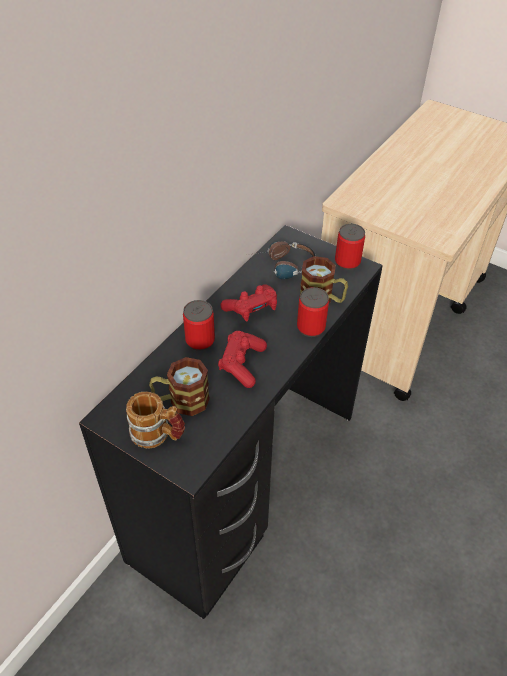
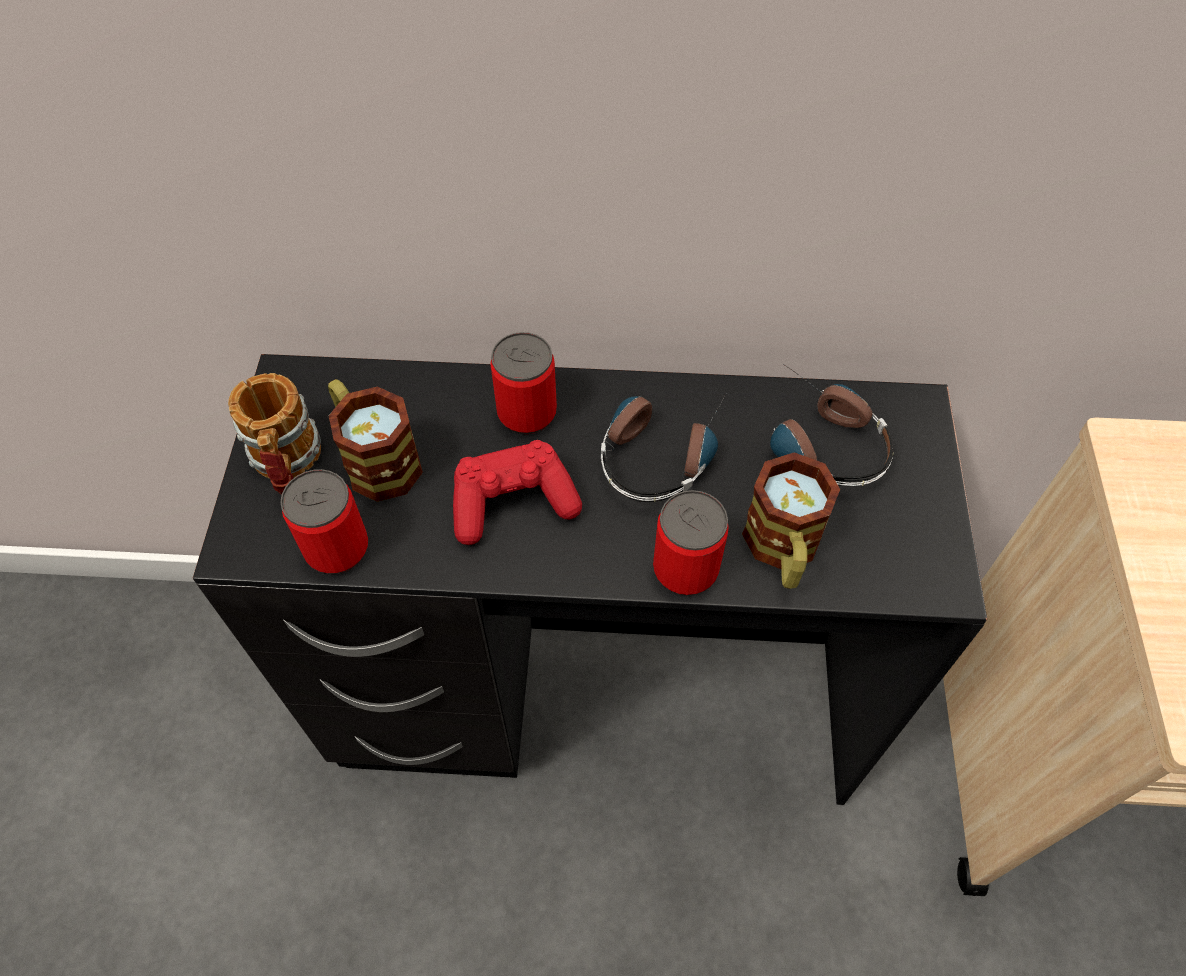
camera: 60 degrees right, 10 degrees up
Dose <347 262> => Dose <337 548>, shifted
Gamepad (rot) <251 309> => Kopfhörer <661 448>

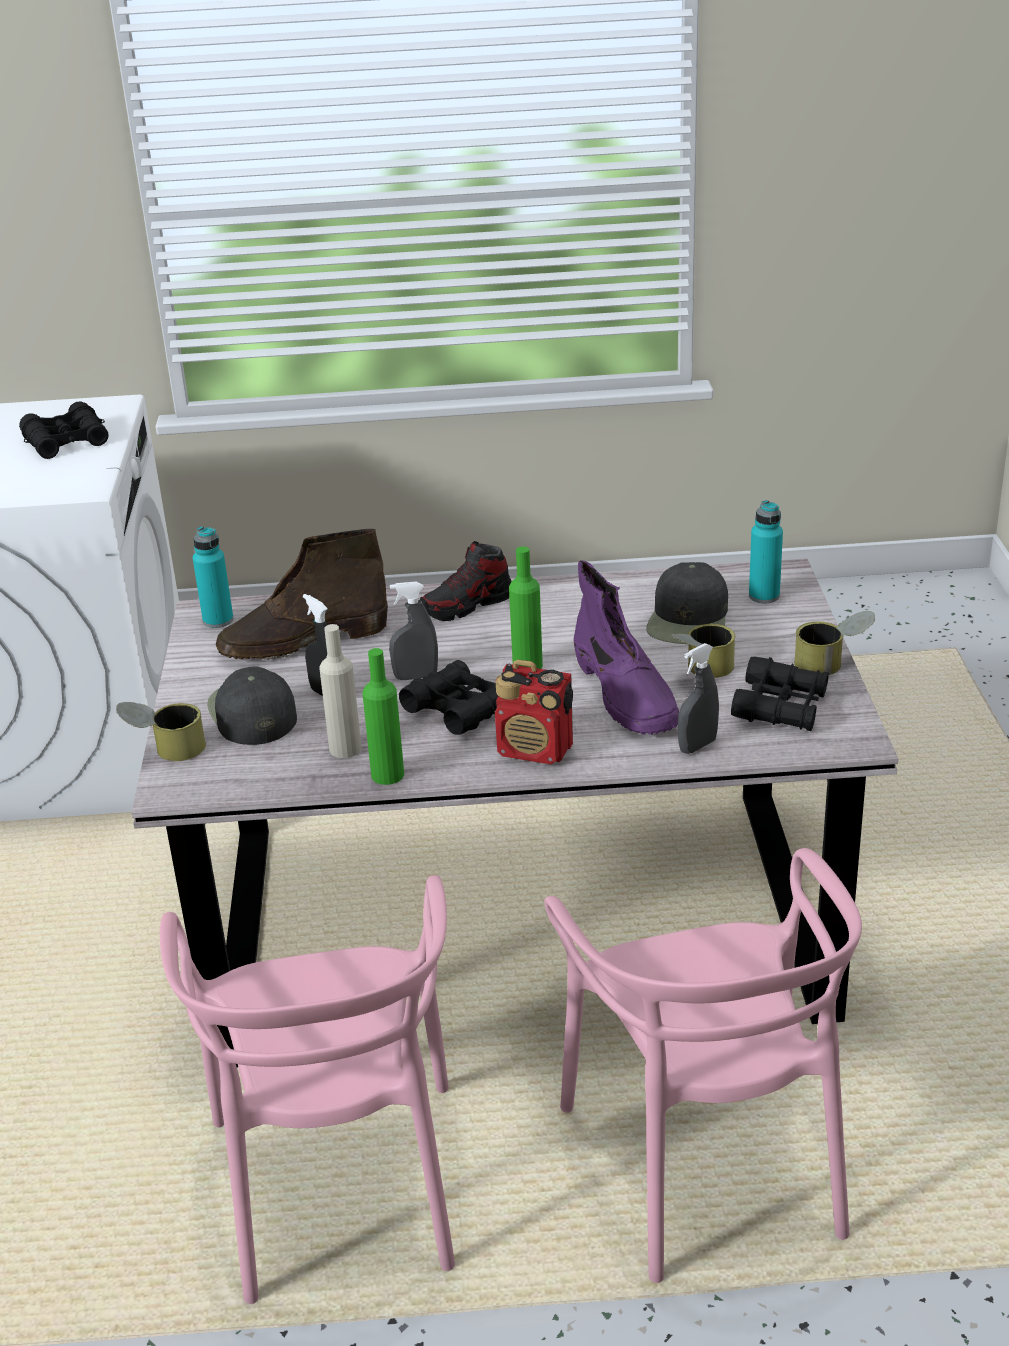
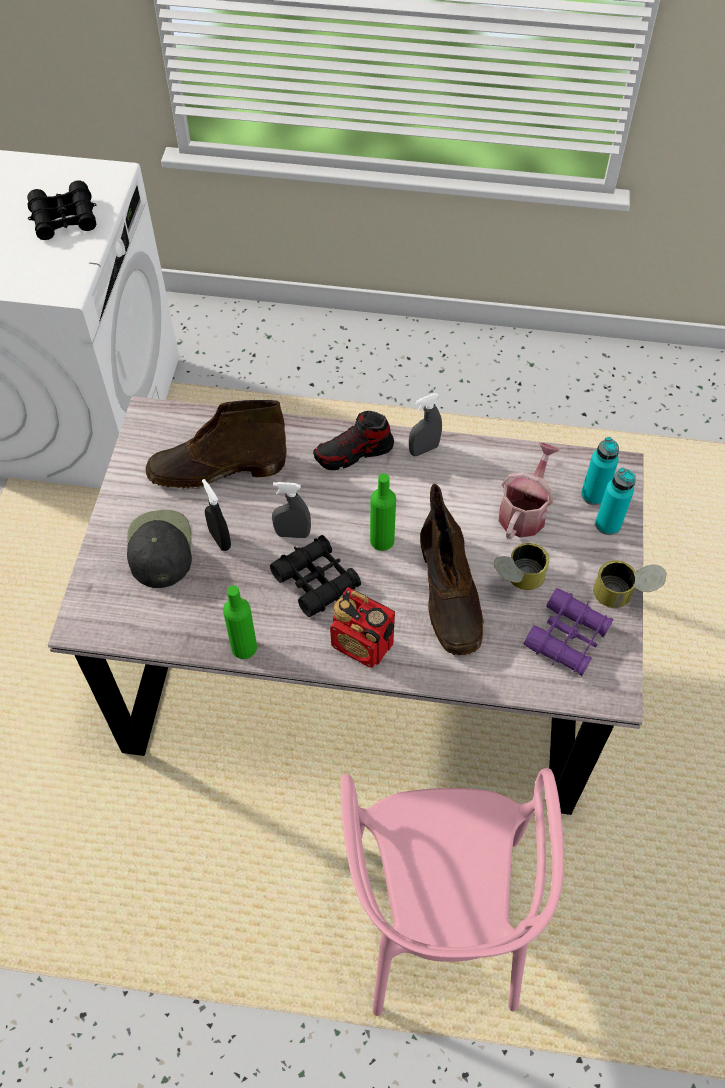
camera: 10 degrees right, 25 degrees up
Sprühflasche (grau) <697 746> => Sprühflasche (grau) <424 449>, shifted
Stiefel (lila) <626 695> => Stiefel (braun) <450 594>
Kappe (schwarz) <689 619> => Gießkanne <524 511>
Fernglas (schwarz) <780 706> => Fernglas (lila) <567 637>
Flasche (türkis) <218 620> => Flasche (türkis) <608 524>, shifted
Dose <166 750> => nothing
Stuhl (rosa) <340 1184> => nothing
Flasche (beige) <345 748> => nothing

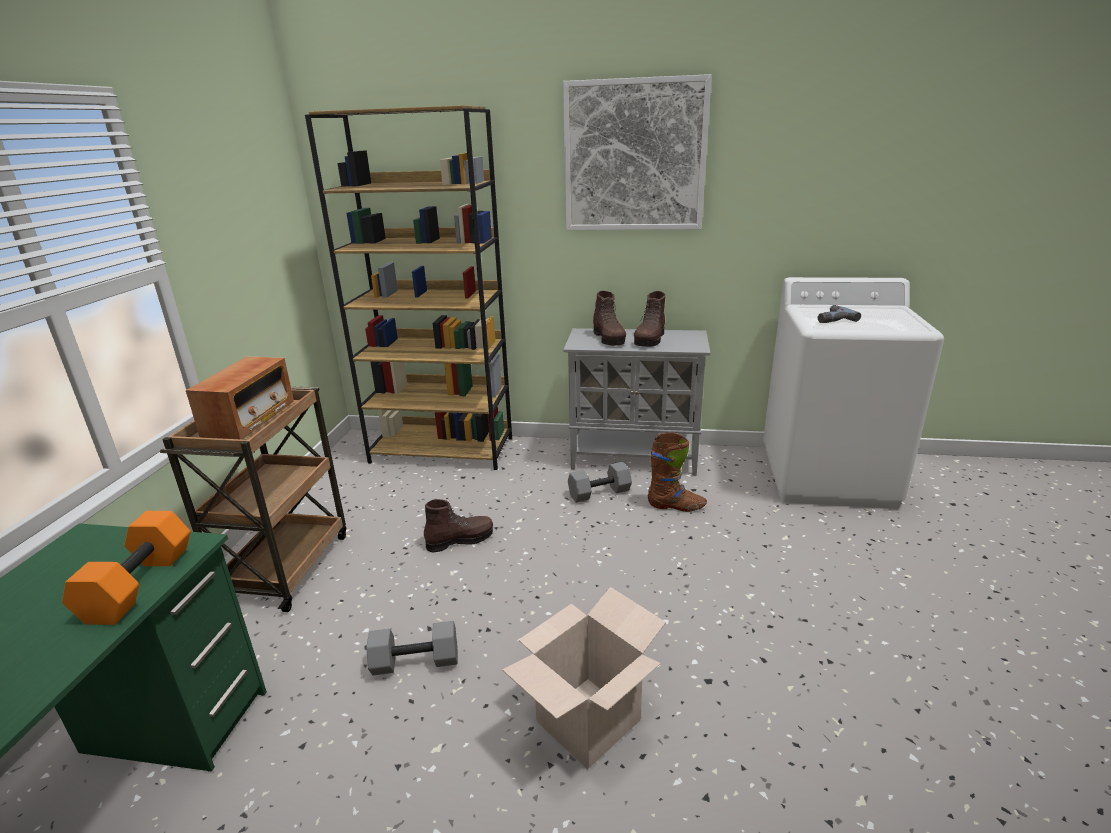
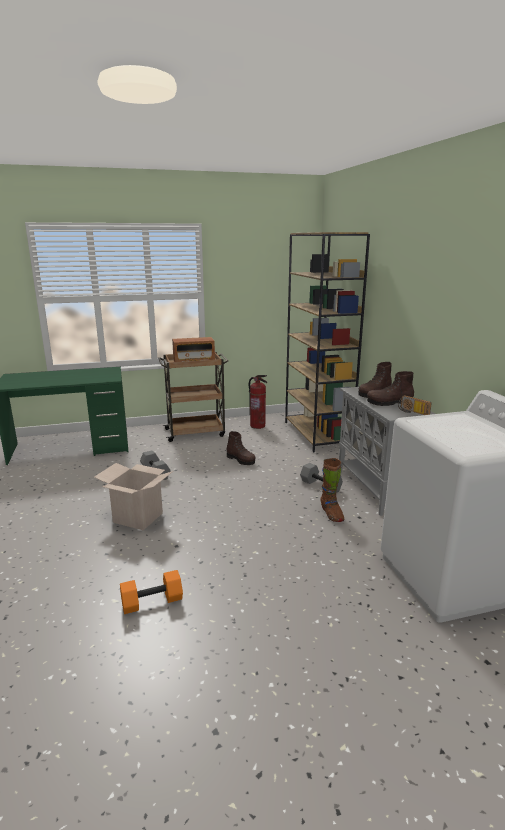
camera: 65 degrees right, 5 degrees down
Hantel (orange) <140 585> => Hantel (orange) <151 602>, shifted
nothing => Feuerlöscher <257 426>
nothing => Radio <412 412>
Bild <634 156> => nothing
Bohrmaschine <831 319> => nothing

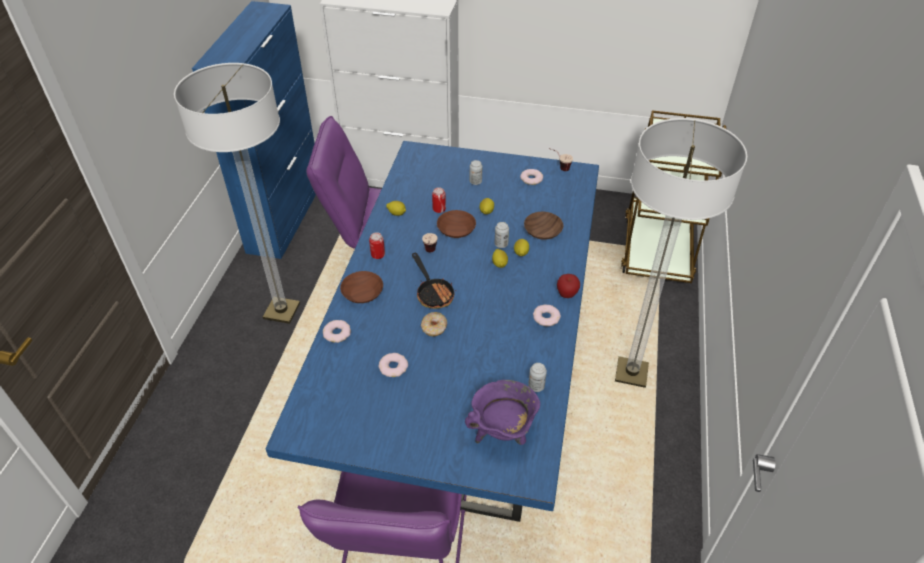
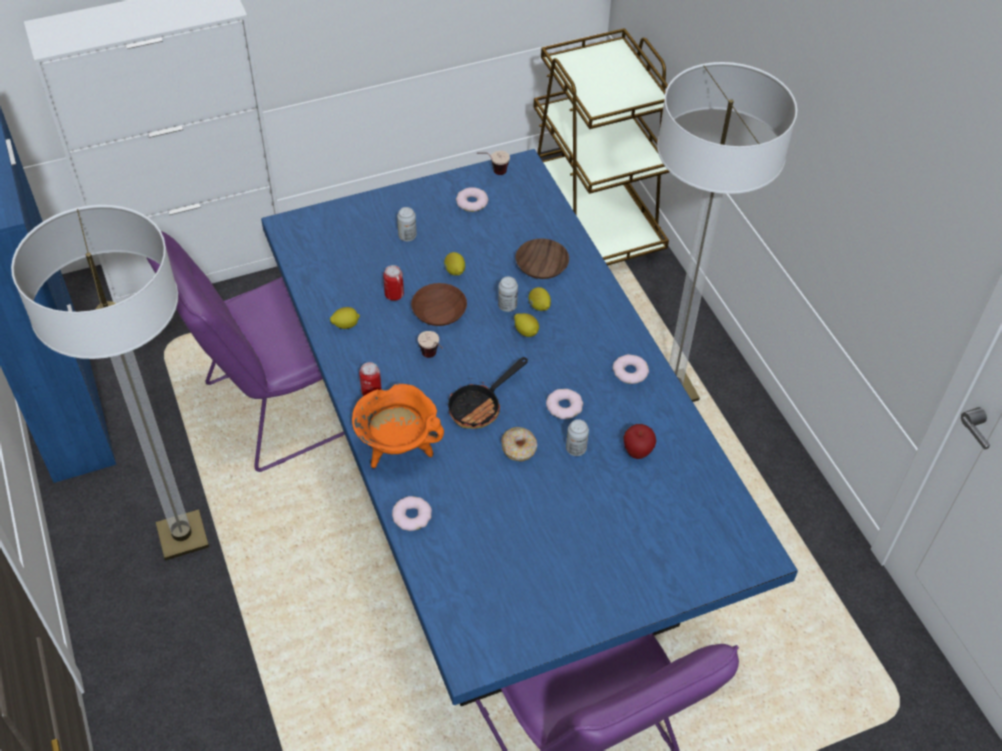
camera: 35 degrees left, 5 degrees up
Schüssel (braun) <363 293> => Kochtopf (orange) <398 449>
Pfanne <433 292> => Pfanne <480 406>, 105 degrees clockwise
Donut <393 367> => Donut <564 406>, shifted
Dose <536 386> => Dose <576 449>, shifted
Apfel <566 294> => Apfel <637 452>, shifted
Kochtopf (lila) <502 433> => nothing

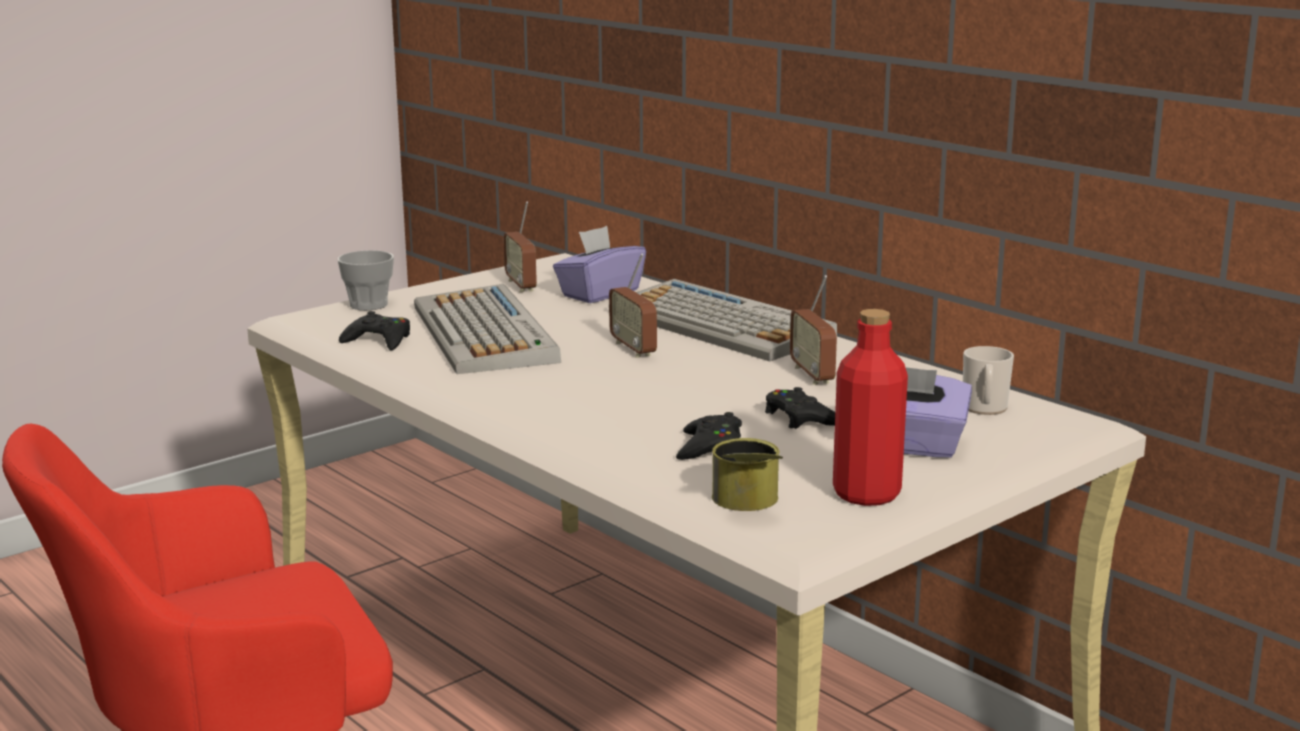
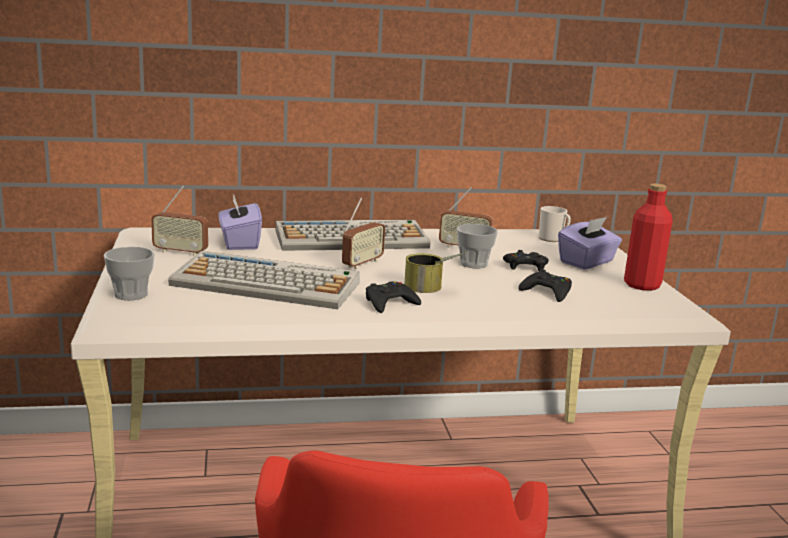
camera: 60 degrees left, 0 degrees up
Radio <633 349> => Radio <362 264>, 60 degrees counterclockwise
Gamepad (schwarz) <379 340> => Gamepad (schwarz) <390 303>, shifted
Dose <746 506> => Dose <433 289>, shifted
nothing => Tasse <474 264>

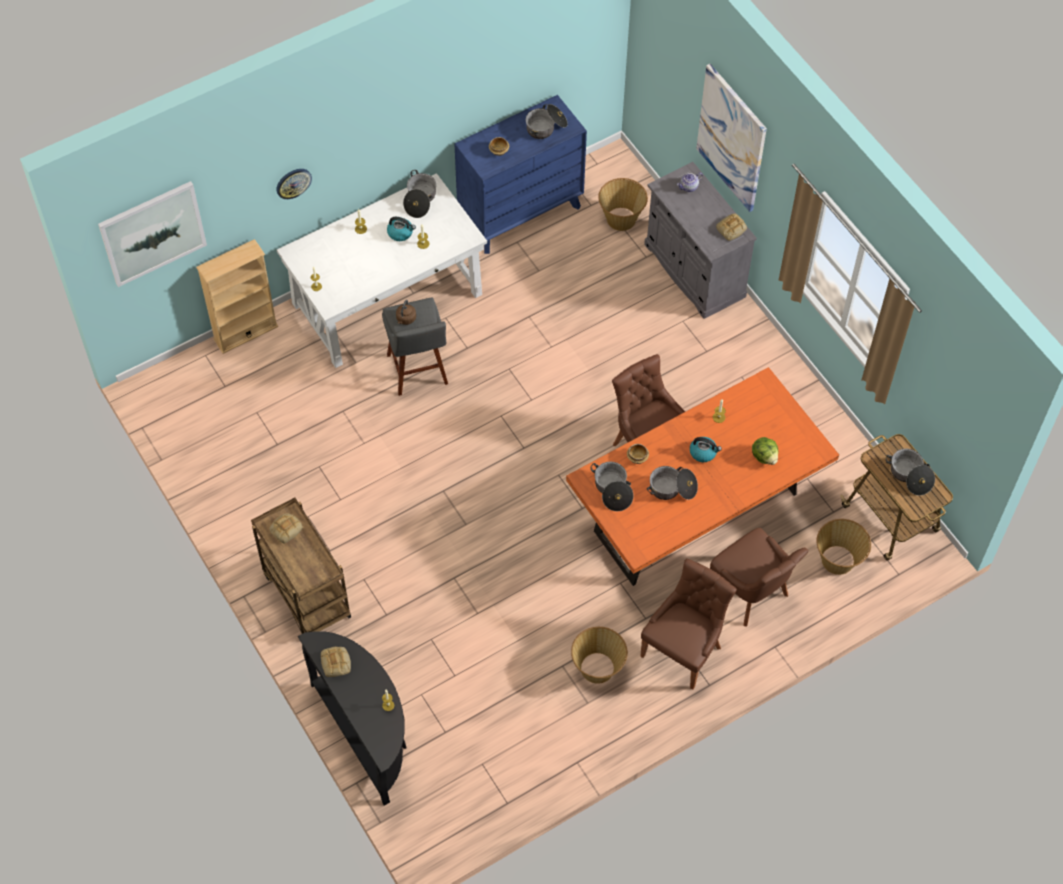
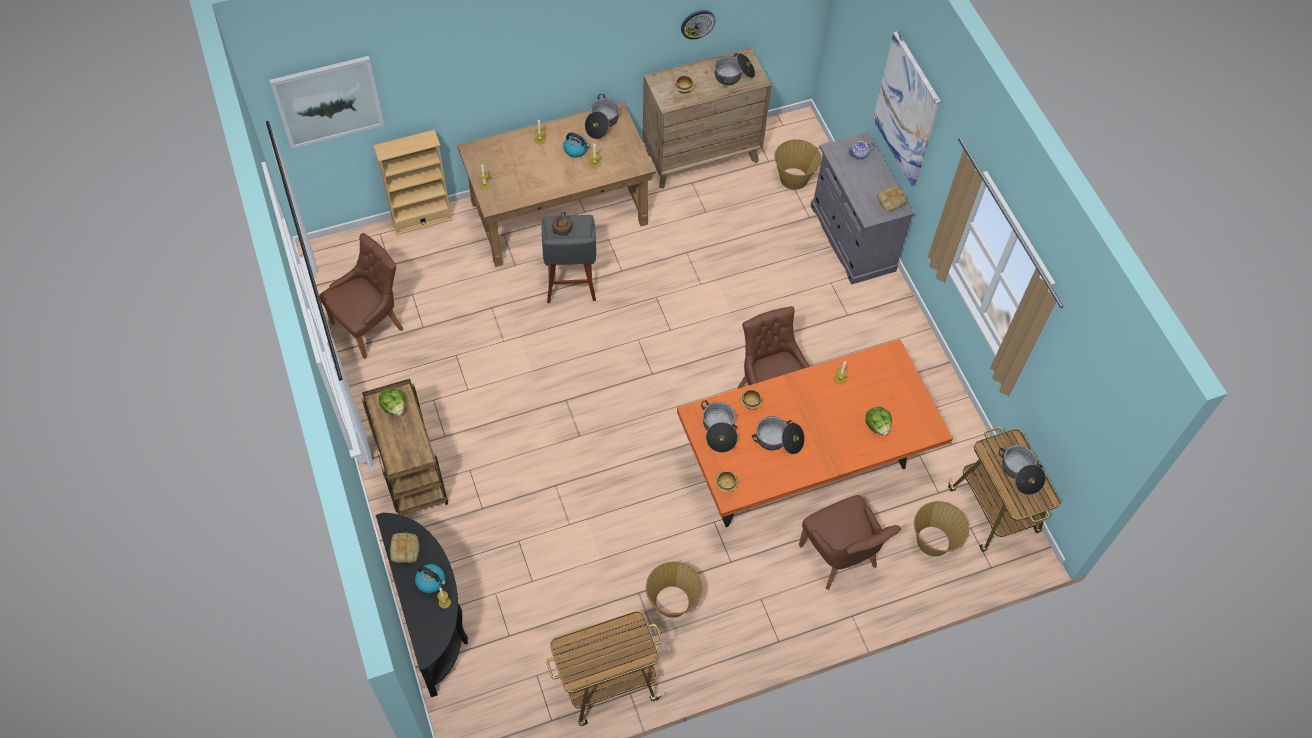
camera: 10 degrees right, 0 degrees up
Stuhl (braun) <683 650> => Stuhl (braun) <370 325>, shifted
Brot <286 528> => Salatkopf <394 407>
Wasserkessel <703 452> => Wasserkessel <431 581>, shifted
Schreibtisch (weiß) <387 298> => Schreibtisch (braun) <559 212>
nothing => Rollwagen <606 682>
Kommode (blau) <520 213> => Kommode (braun) <701 157>
Wanduhr <293 183> => Wanduhr <697 24>, shifted
nothing => Schüssel <726 484>

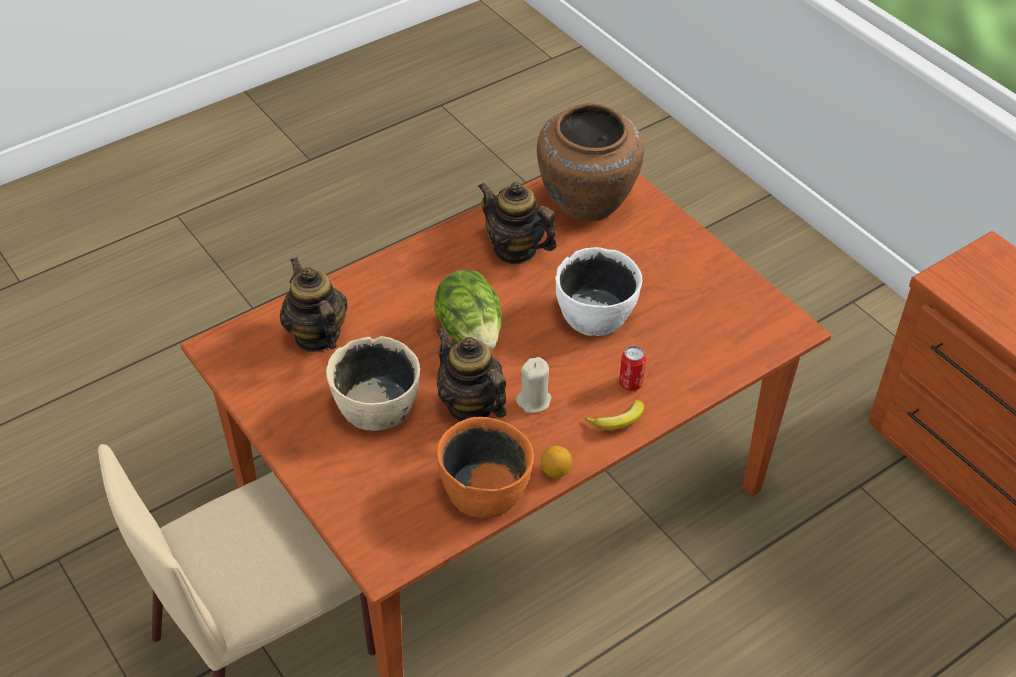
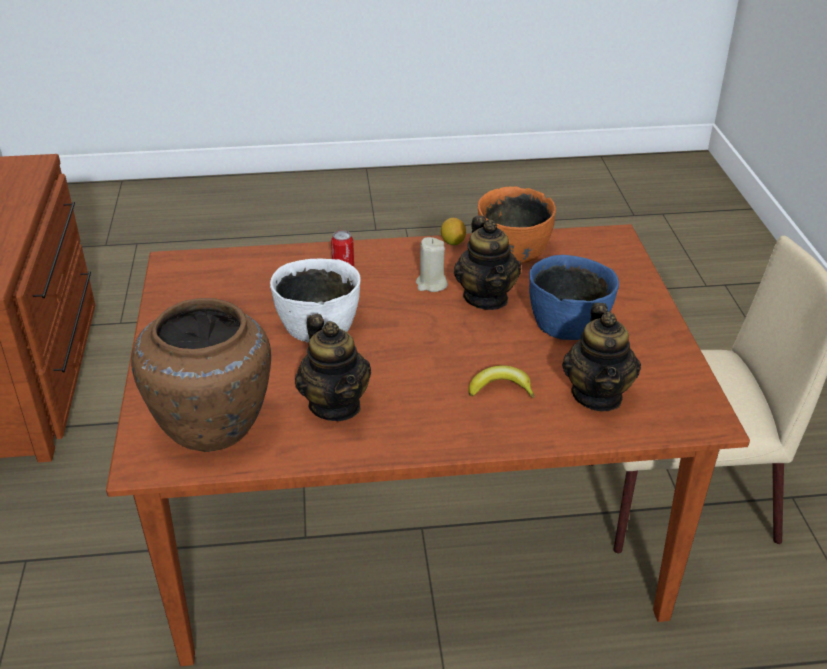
camera: 150 degrees left, 10 degrees down
Banane <618 421> => Banane <500 388>, shifted
Schüssel (beige) <377 407> => Schüssel (blau) <568 321>
Salatkopf <471 333> => nothing

